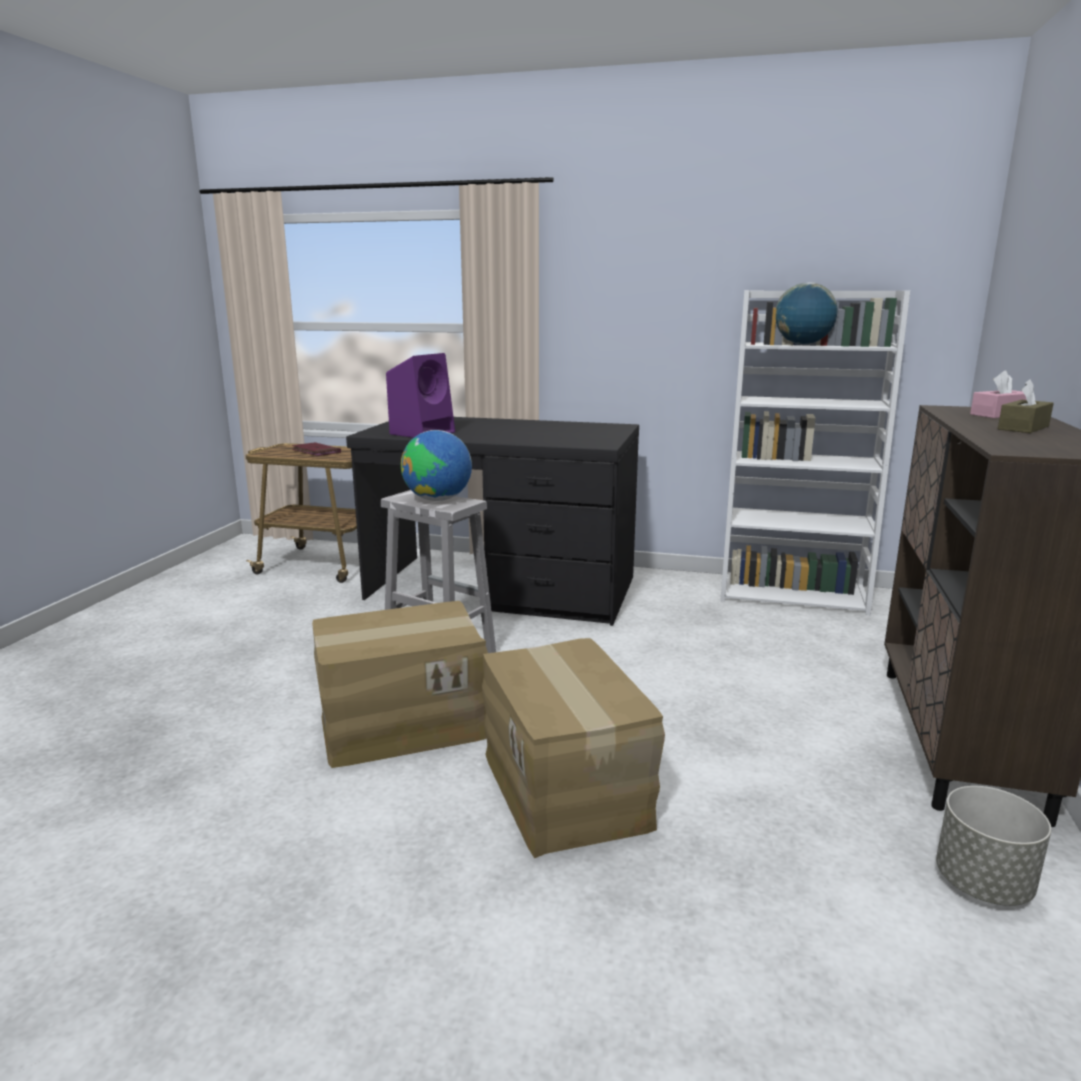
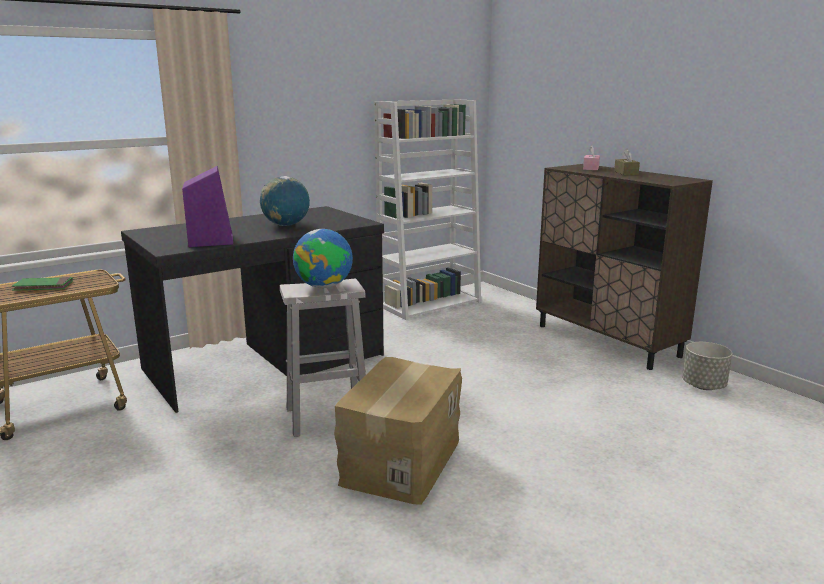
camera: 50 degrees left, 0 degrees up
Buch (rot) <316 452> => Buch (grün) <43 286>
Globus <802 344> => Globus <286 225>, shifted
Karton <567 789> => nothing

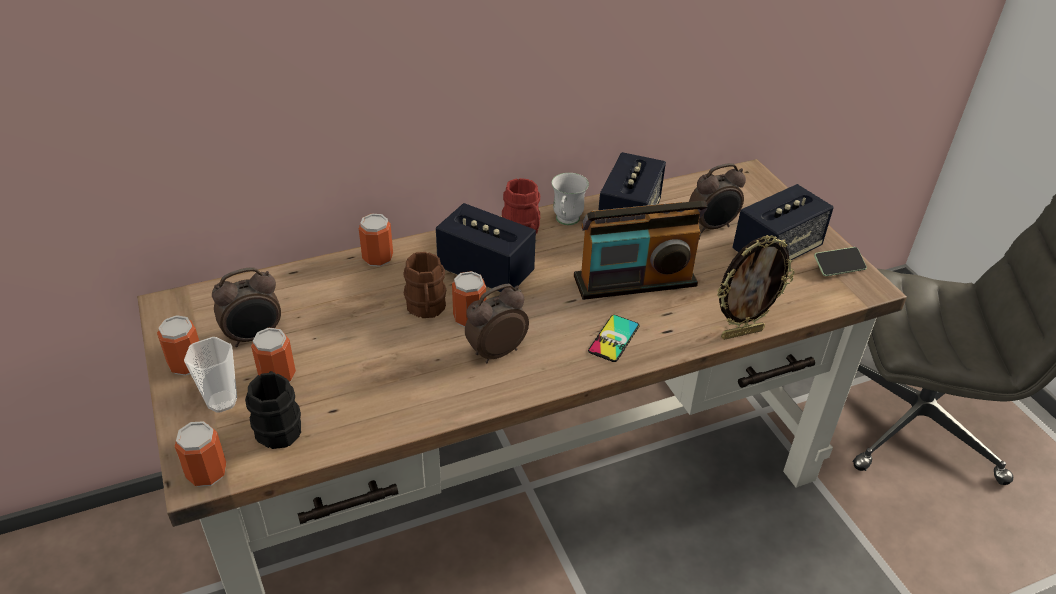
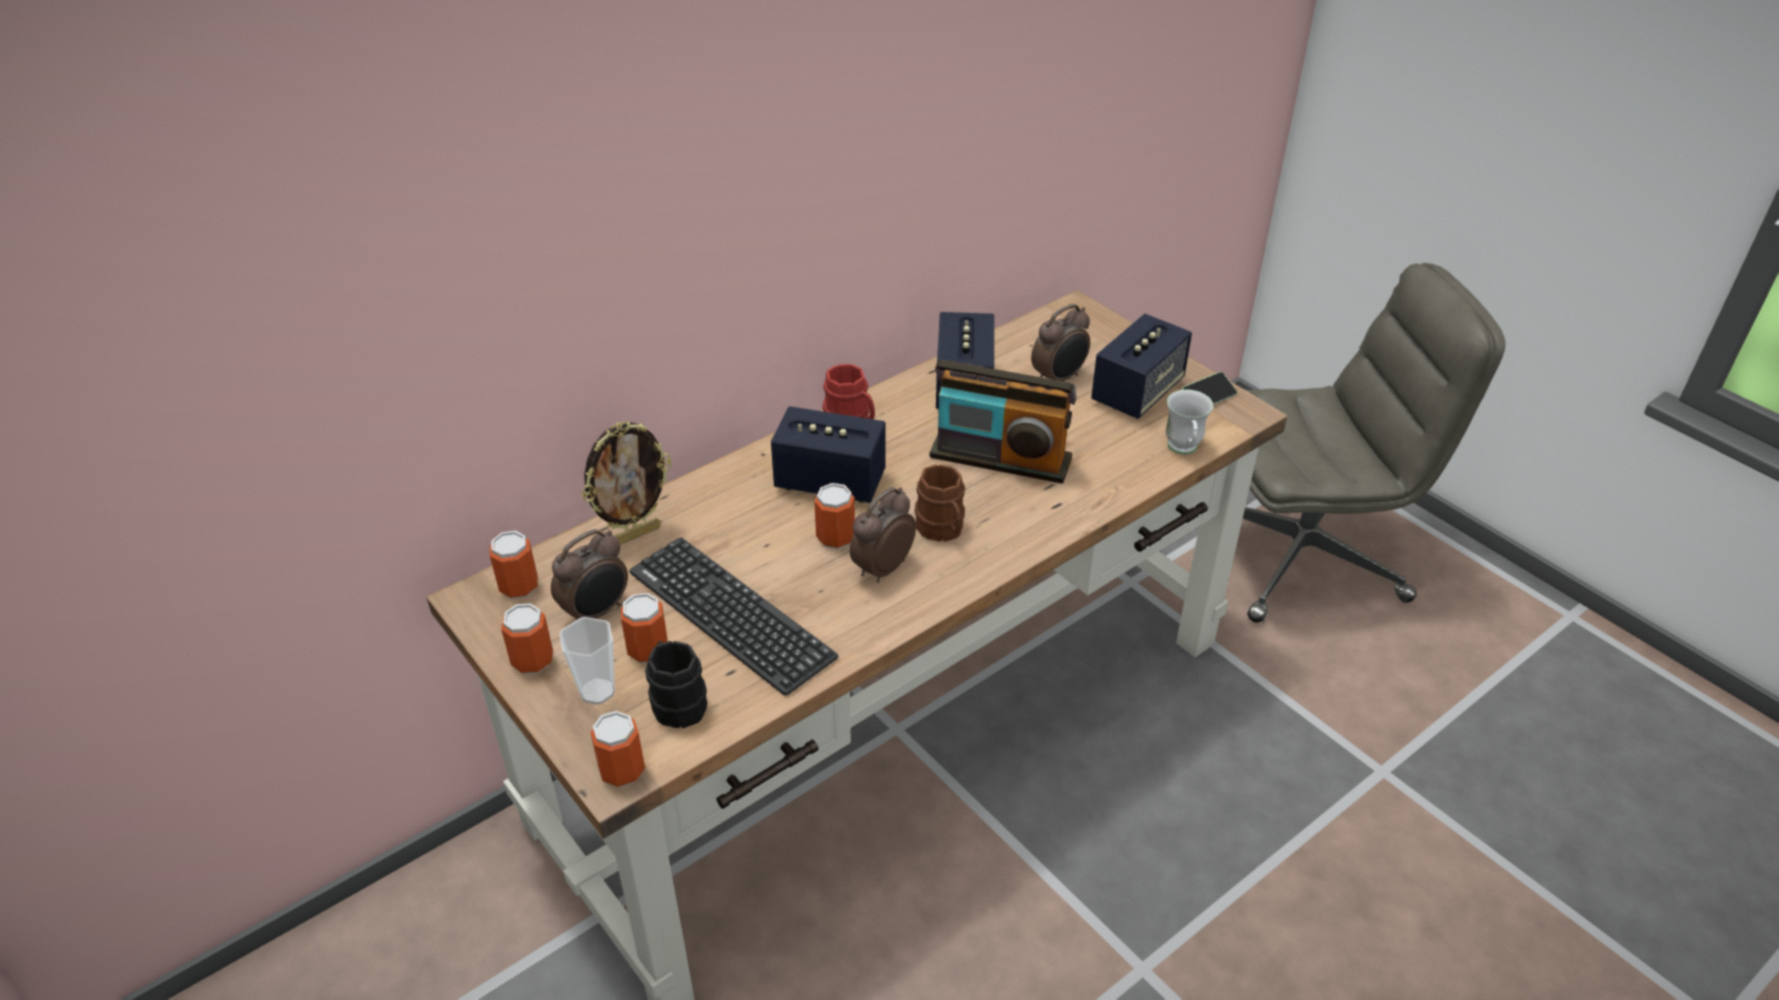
camera: 15 degrees left, 0 degrees up
Dose <378 258> => Dose <519 586>, shifted
Bilderrahmen <741 333> => Bilderrahmen <635 535>, shifted
nothing => Tastatur <730 614>
Henkelbecher (braun) <426 309> => Henkelbecher (braun) <942 530>, shifted
Radio <635 281> => Radio <1000 458>, 45 degrees clockwise
Henkelbecher (weiß) <566 222> => Henkelbecher (weiß) <1183 450>, shifted
Handy <614 338> => nothing

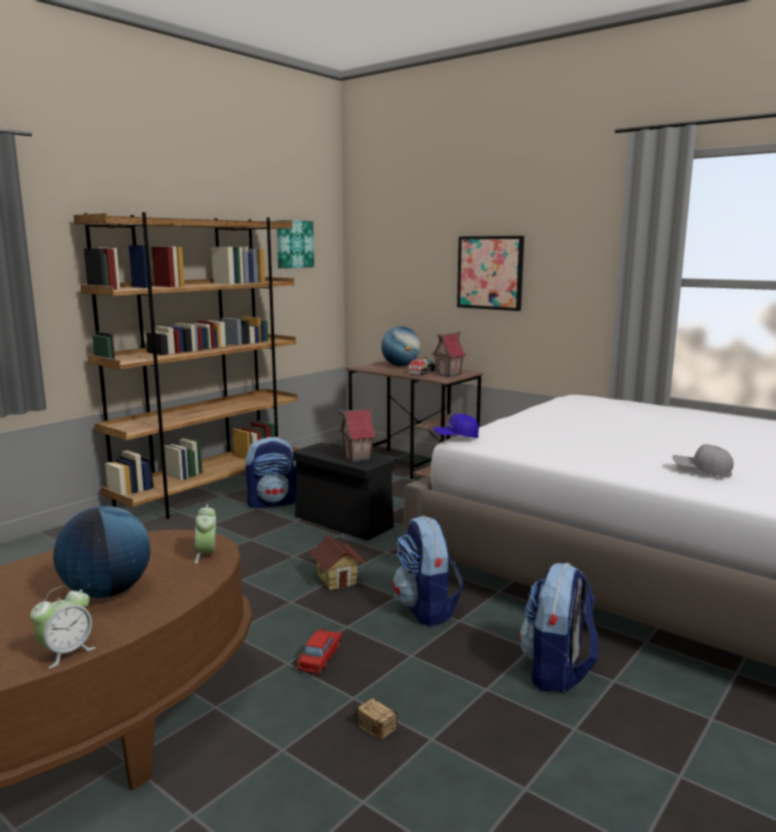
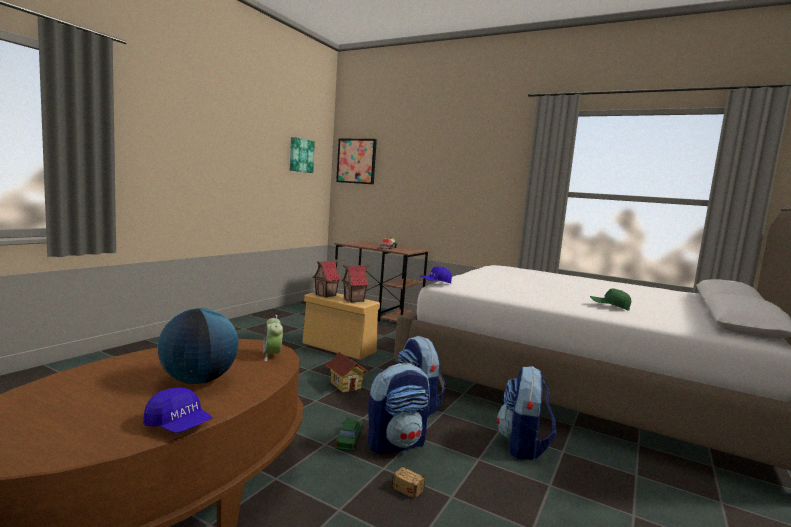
camera: 10 degrees left, 5 degrees down
Wecker <66 653> => Kappe (blau) <178 425>
Aufbewahrungsbox (schwarz) <344 522> => Aufbewahrungsbox (beige) <340 348>
Spielzeughaus <448 375> => Spielzeughaus <326 295>, shifted
Spielzeugauto (rot) <320 657> => Spielzeugauto (grün) <349 439>
Bild <490 272> => Bild <356 161>, shifted
Rucksack <273 503> => Rucksack <396 443>, shifted
Kappe (grau) <701 471> => Kappe (grün) <609 307>
Bücherregal (braun) <210 492> => nothing
Globus <400 365> => nothing

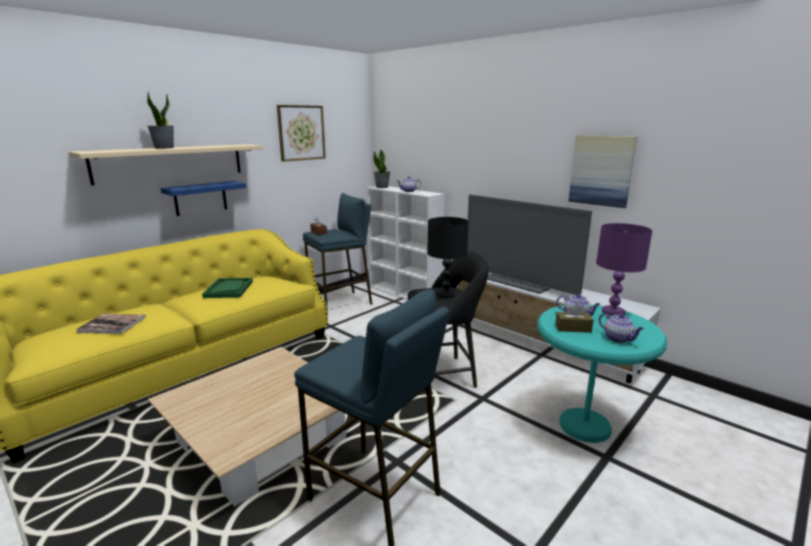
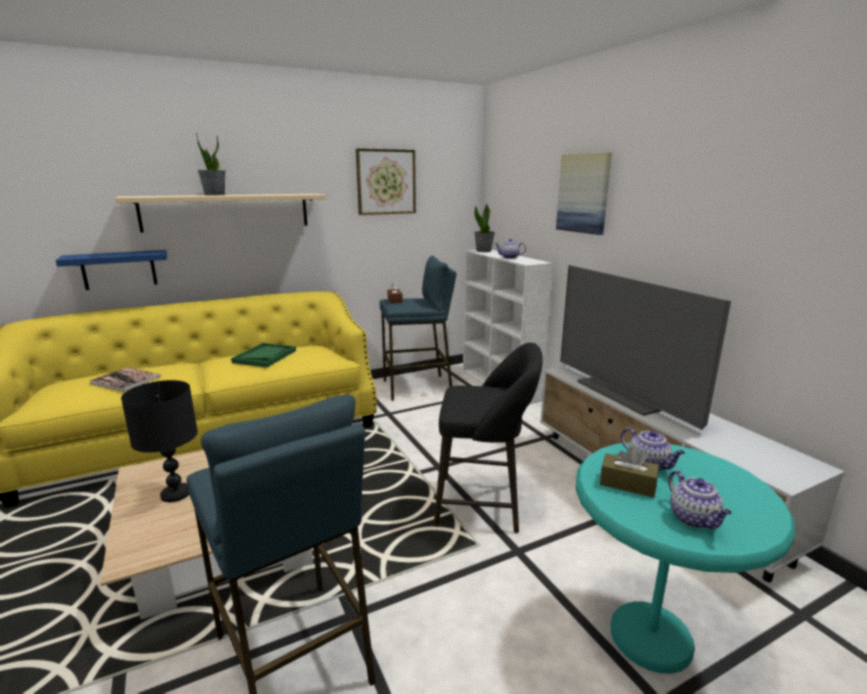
camera: 20 degrees right, 0 degrees up
Wandregal (blau) <200 198> => Wandregal (blau) <119 269>, shifted
Tischlampe (schwarz) <446 295> => Tischlampe (schwarz) <175 494>, shifted
Bild <601 170> => Bild <583 193>, shifted
Tischlampe (lila) <612 311> => nothing

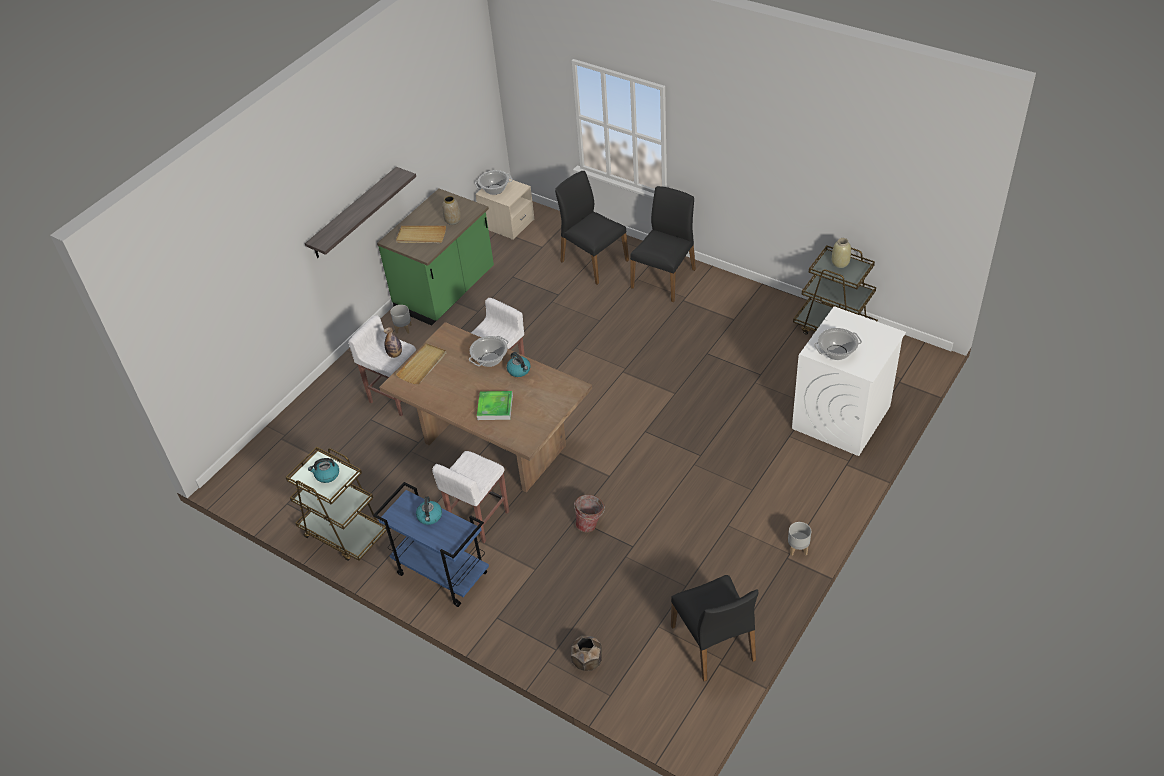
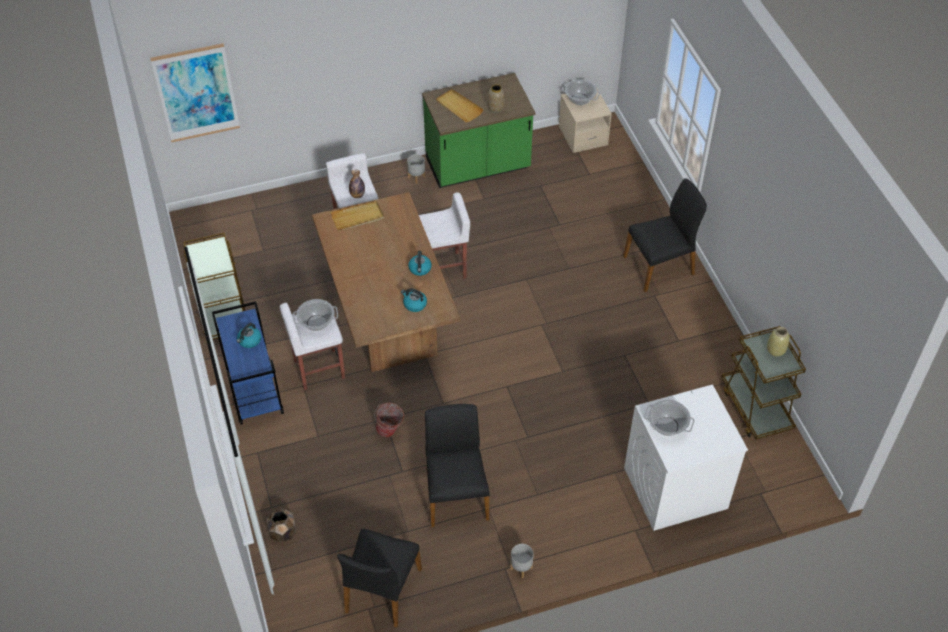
camera: 35 degrees right, 5 degrees up
nothing => Bild <196 93>
Kochtopf <490 360> => Kochtopf <316 323>, shifted
Wasserkessel <327 475> => Wasserkessel <414 304>, shifted
Stuhl (schwarz) <593 261> => Stuhl (schwarz) <456 494>, shifted
Wandregal <354 213> => nothing
Tablett <495 407> => nothing

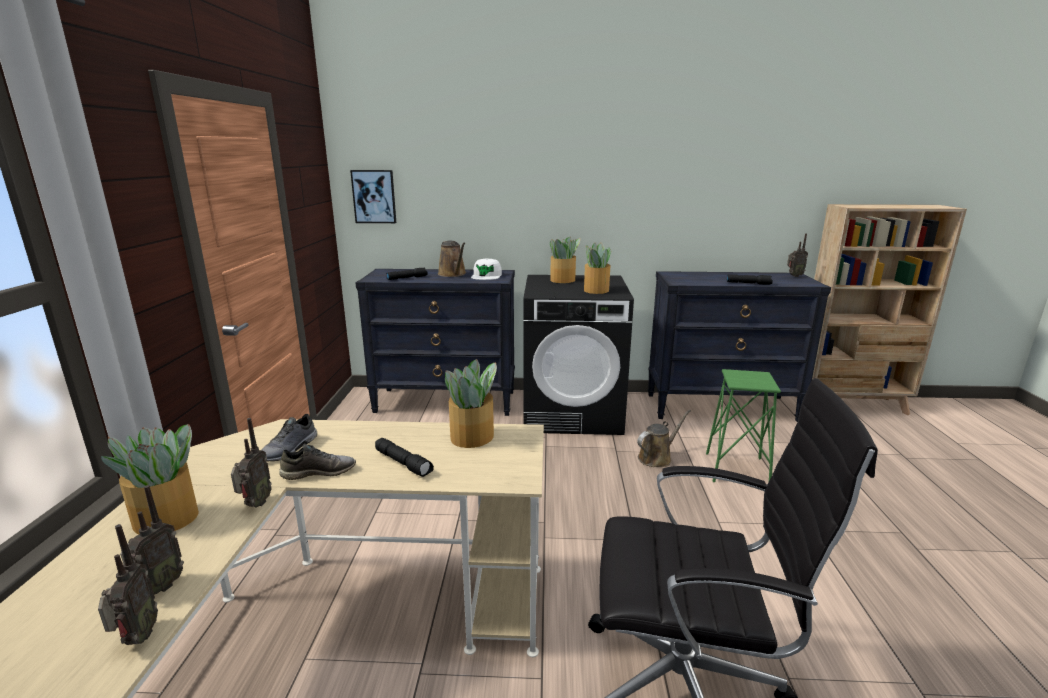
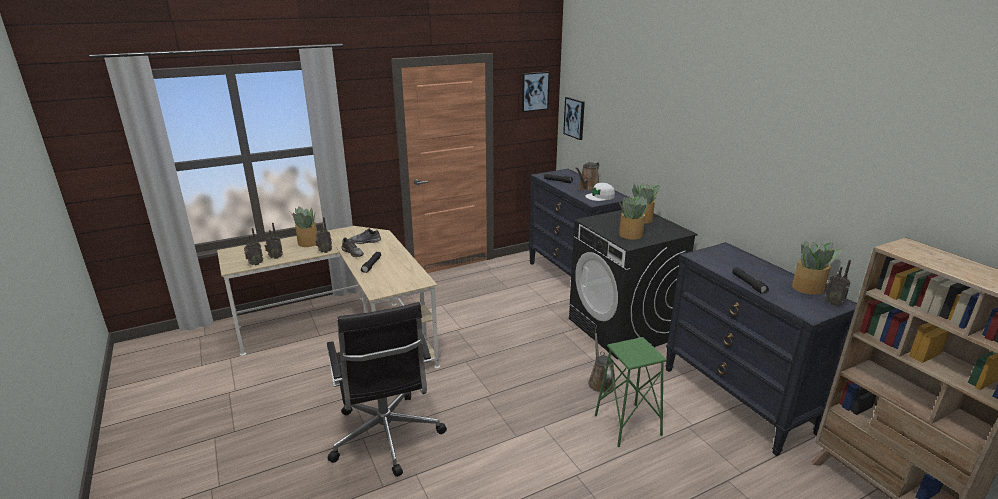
camera: 60 degrees right, 5 degrees up
nothing => Bild <534 91>
Gießkanne (braun) <657 457> => Gießkanne (braun) <600 382>, 120 degrees counterclockwise
Topfpflanze <473 436> => Topfpflanze <808 288>, shifted

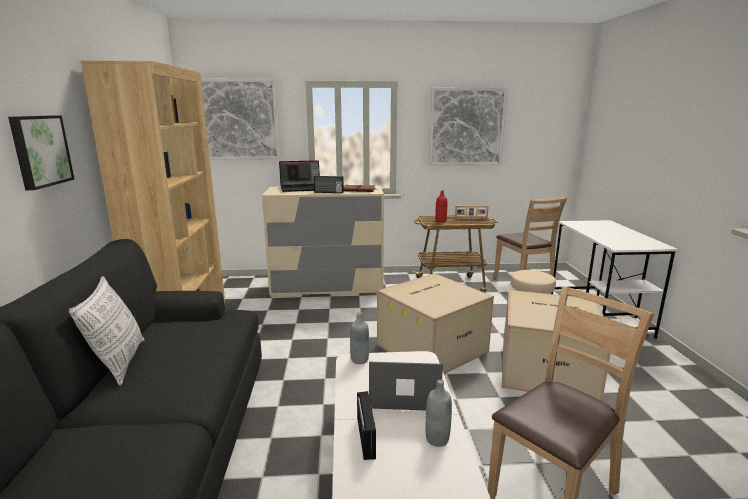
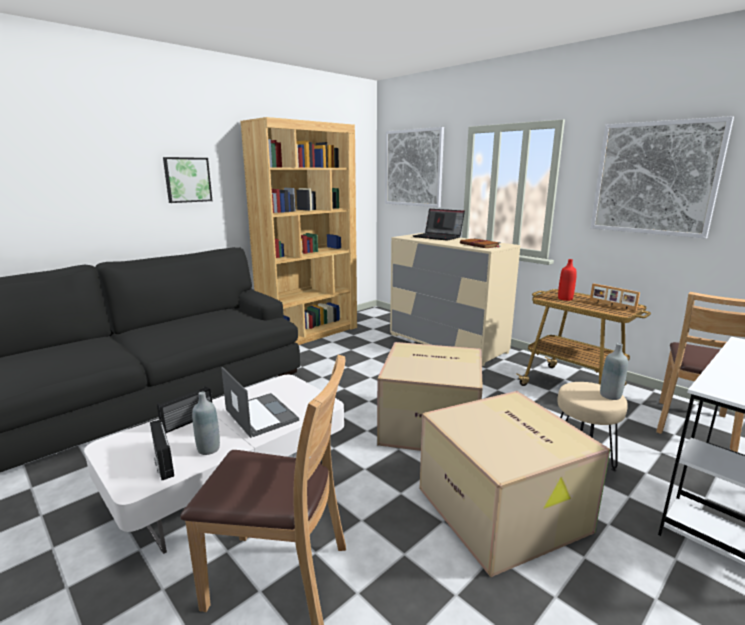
camera: 50 degrees right, 0 degrees up
Radio <328 192> => Radio <162 462>, shifted
Flasche (grau) <359 359> => Flasche (grau) <610 395>, shifted
Kissen <119 363> => nothing

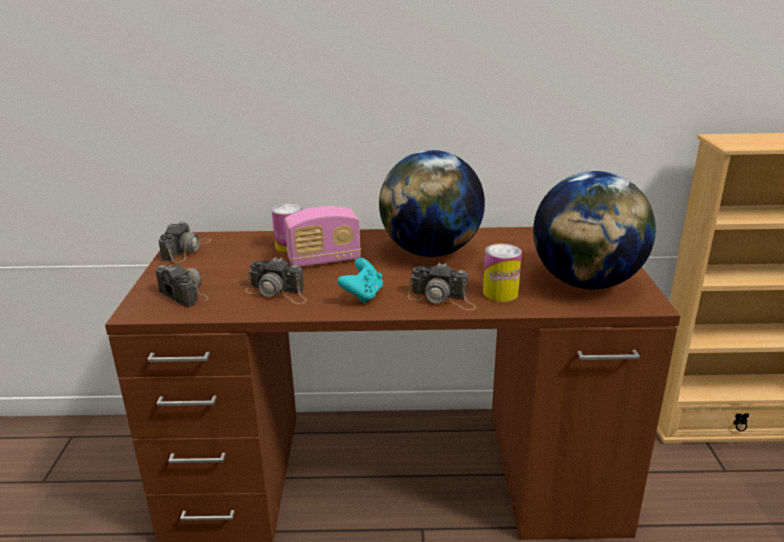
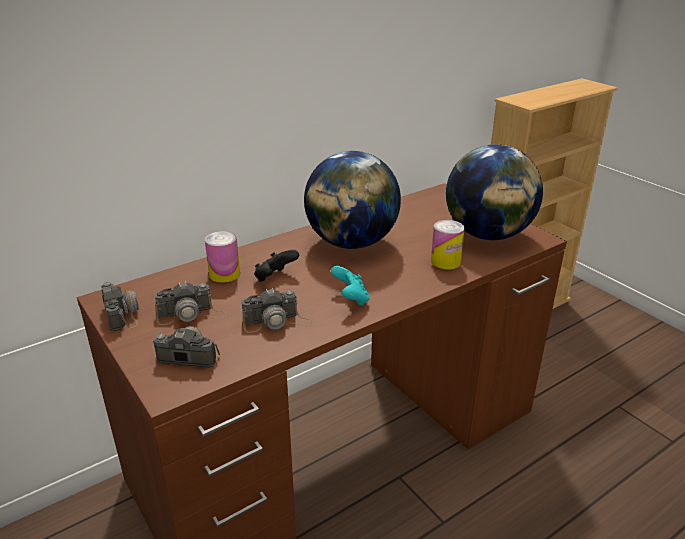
camera: 35 degrees left, 5 degrees up
Kamera <442 298> => Kamera <191 314>, shifted
Radio <324 260> => Gamepad (schwarz) <275 278>

